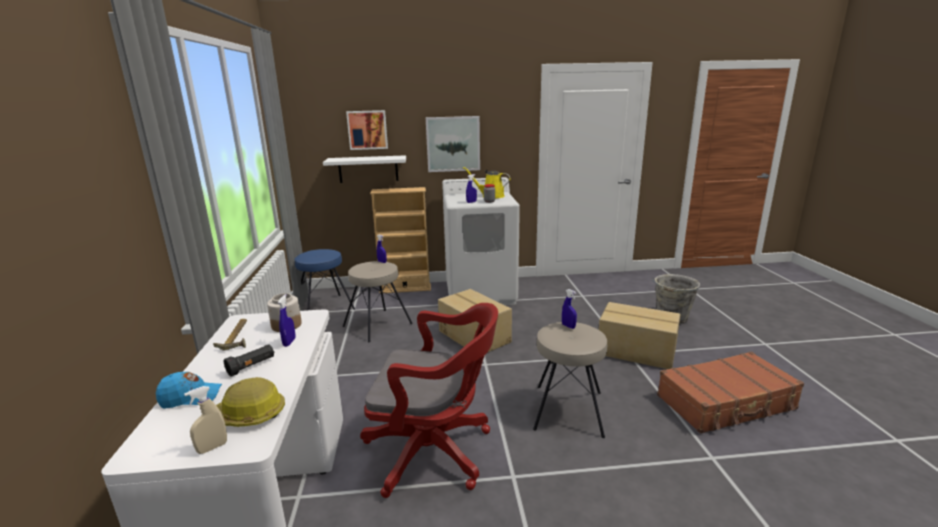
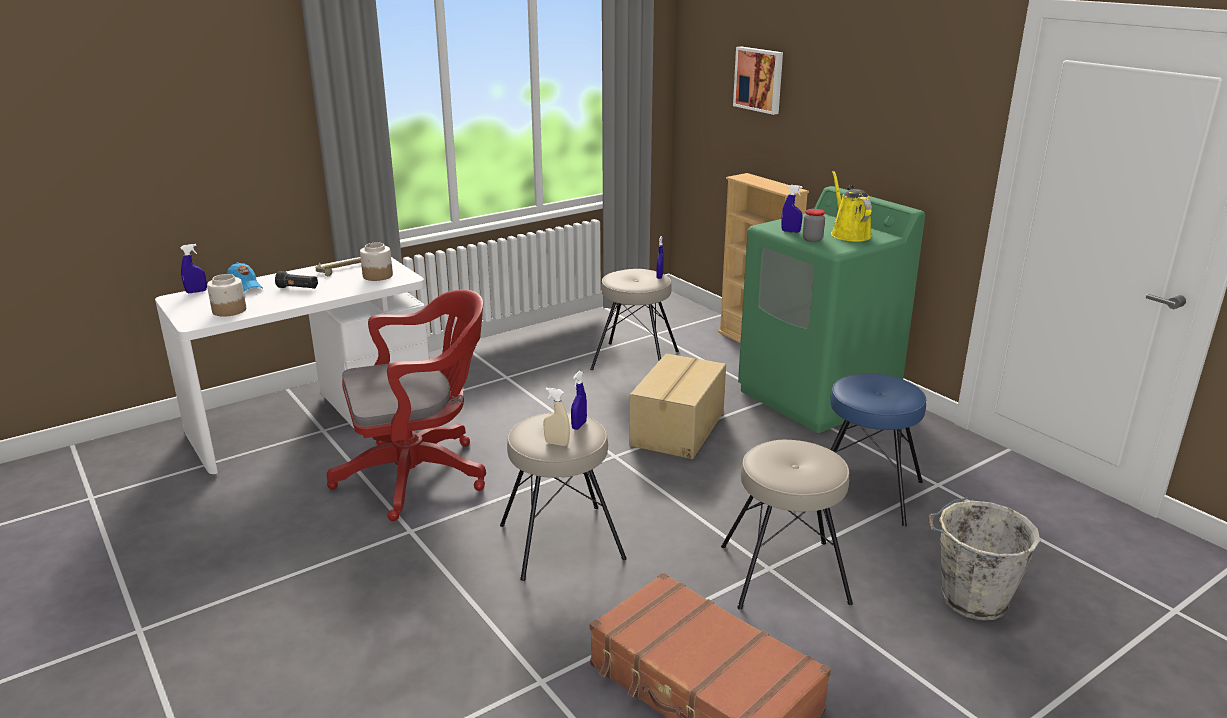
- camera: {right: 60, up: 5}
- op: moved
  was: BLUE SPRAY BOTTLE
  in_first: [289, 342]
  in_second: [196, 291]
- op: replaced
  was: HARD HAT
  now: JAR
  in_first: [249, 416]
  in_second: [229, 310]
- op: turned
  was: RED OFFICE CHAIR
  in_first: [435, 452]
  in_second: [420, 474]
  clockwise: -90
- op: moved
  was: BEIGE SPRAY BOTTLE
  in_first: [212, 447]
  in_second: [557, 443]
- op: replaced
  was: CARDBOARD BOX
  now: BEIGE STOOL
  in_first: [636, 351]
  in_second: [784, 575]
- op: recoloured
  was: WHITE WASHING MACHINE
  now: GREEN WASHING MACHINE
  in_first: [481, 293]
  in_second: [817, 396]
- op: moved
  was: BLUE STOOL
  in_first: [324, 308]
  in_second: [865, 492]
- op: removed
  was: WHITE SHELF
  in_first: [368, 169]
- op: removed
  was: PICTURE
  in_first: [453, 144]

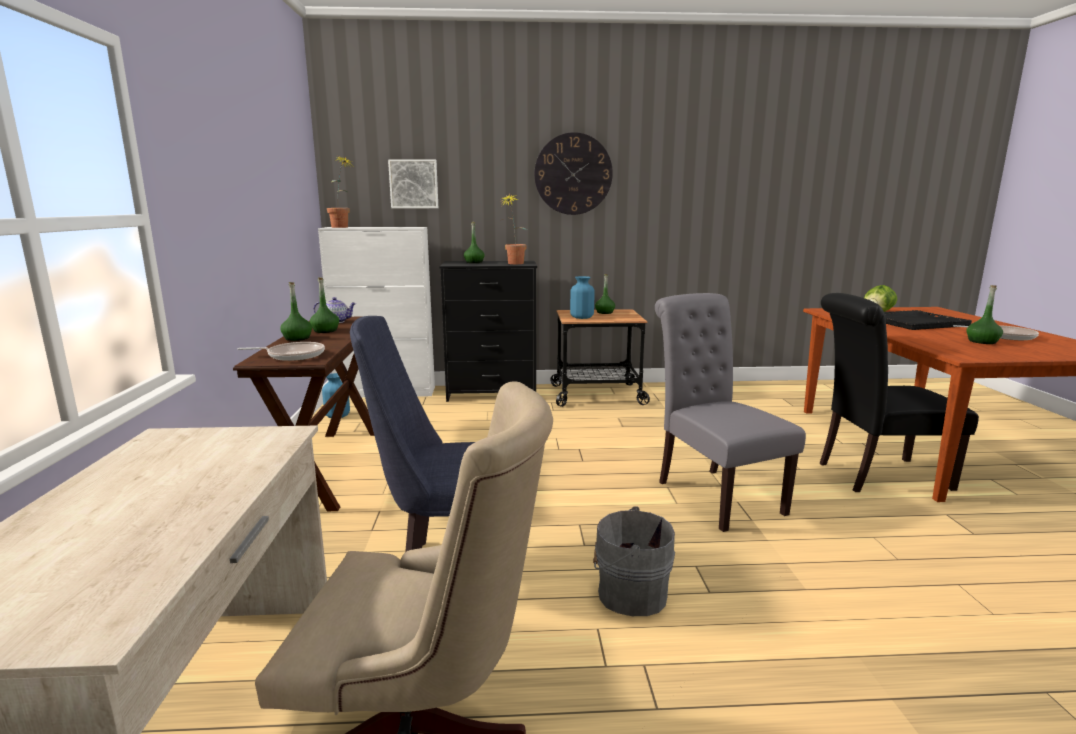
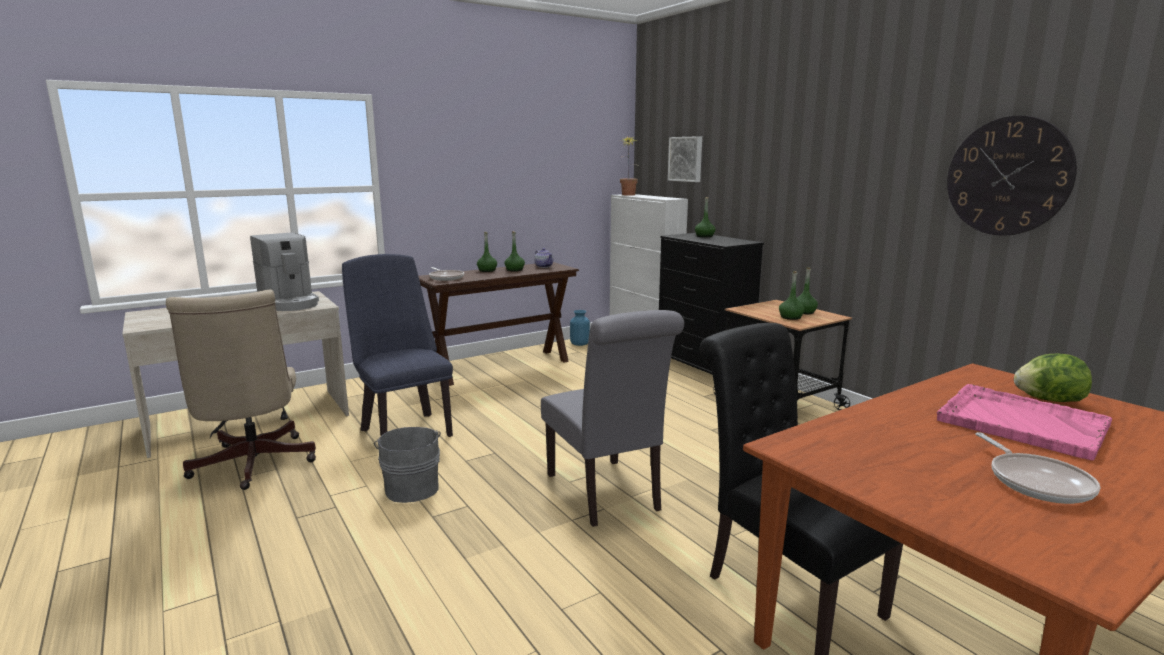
- camera: {right: 60, up: 0}
- op: added
  now: COFFEE MACHINE
  in_second: [290, 303]
- op: turned
  was: GREY CHAIR
  in_first: [713, 494]
  in_second: [606, 495]
  clockwise: 120
- op: moved
  was: GREEN BOTTLE
  in_first: [982, 341]
  in_second: [791, 317]
- op: recoloured
  was: BLACK TRAY
  now: PINK TRAY
  in_first: [914, 322]
  in_second: [1020, 422]
- op: moved
  was: WALL CLOCK
  in_first: [573, 174]
  in_second: [1008, 176]
- op: removed
  was: POTTED PLANT
  in_first: [513, 264]
- op: removed
  was: BLUE VASE
  in_first: [581, 317]

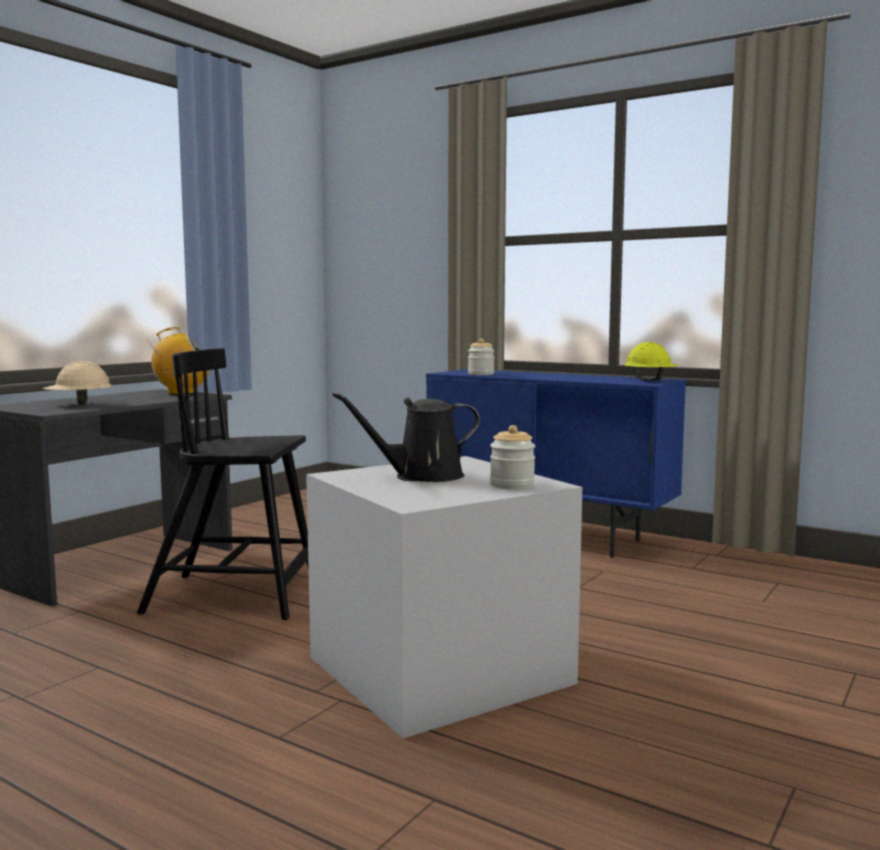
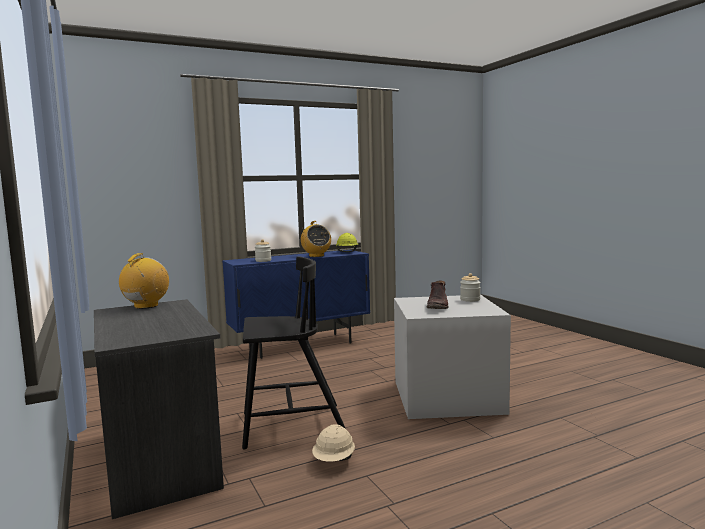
- camera: {right: -60, up: 0}
- op: turned
  was: BLACK CHAIR
  in_first: [236, 596]
  in_second: [290, 425]
  clockwise: -135
- op: added
  now: RADIO
  in_second: [316, 256]
- op: moved
  was: BEIGE HARD HAT
  in_first: [79, 404]
  in_second: [334, 461]
- op: replaced
  was: BLACK WATERING CAN
  now: BROWN BOOT
  in_first: [422, 476]
  in_second: [438, 306]

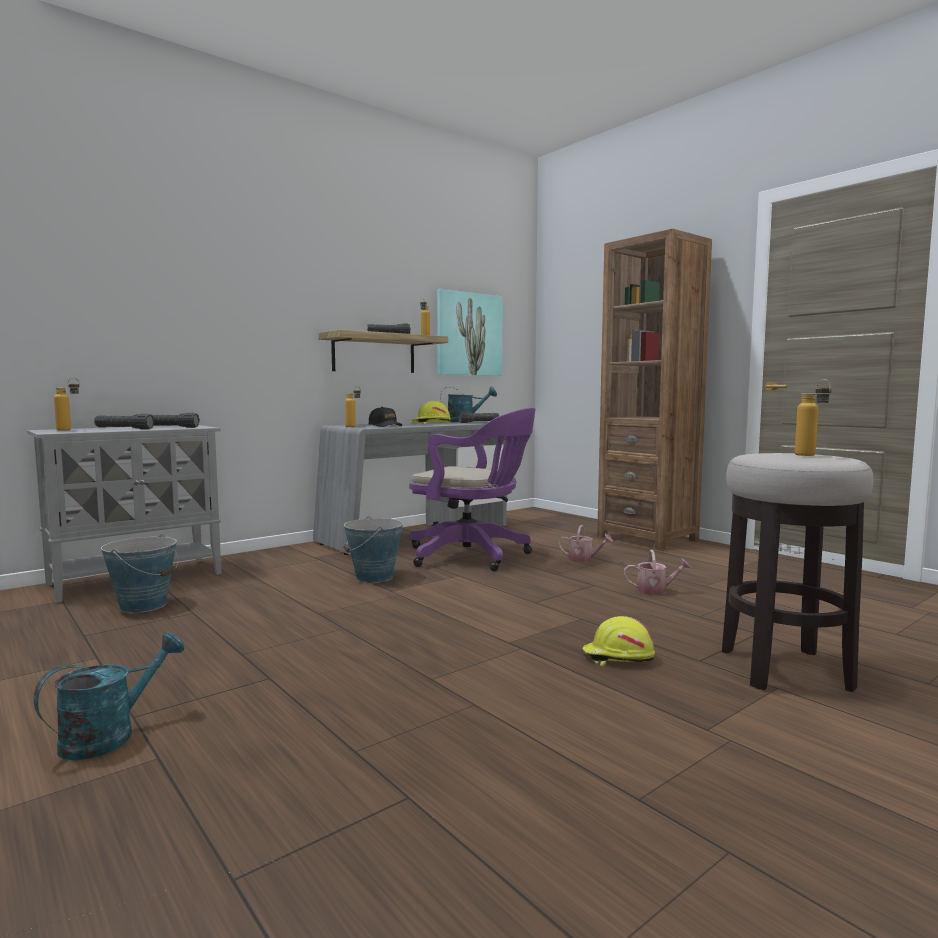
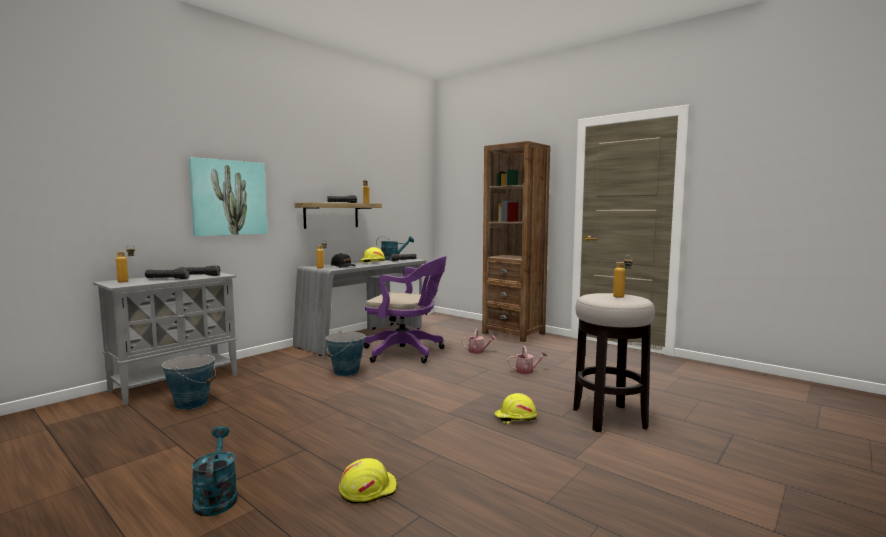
- camera: {right: -10, up: 0}
- op: moved
  was: PICTURE
  in_first: [469, 334]
  in_second: [229, 197]
- op: turned
  was: TURQUOISE WATERING CAN
  in_first: [110, 735]
  in_second: [216, 497]
  clockwise: -45
- op: added
  now: YELLOW HARD HAT
  in_second: [368, 489]

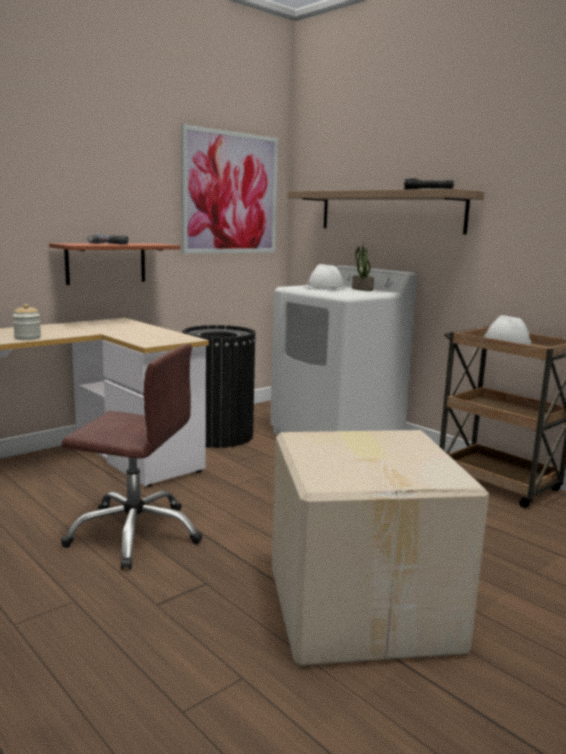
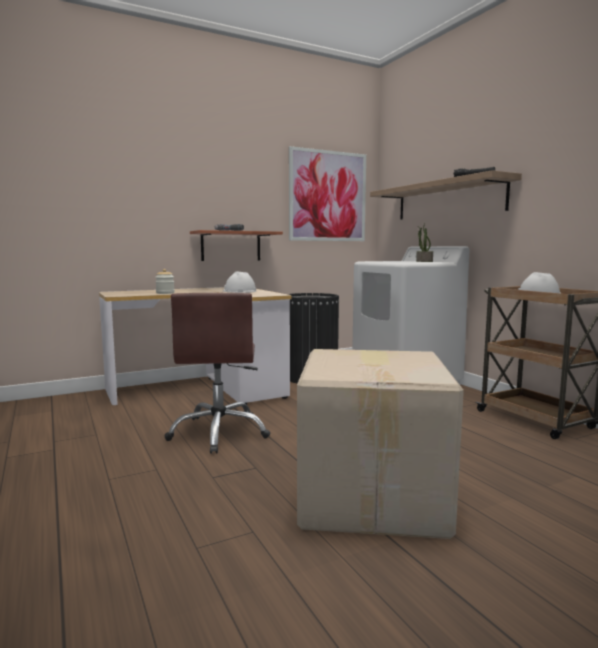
- camera: {right: 15, up: -5}
- op: turned
  was: BROWN OFFICE CHAIR
  in_first: [135, 533]
  in_second: [219, 432]
  clockwise: 60
- op: moved
  was: WHITE HARD HAT
  in_first: [324, 288]
  in_second: [239, 291]

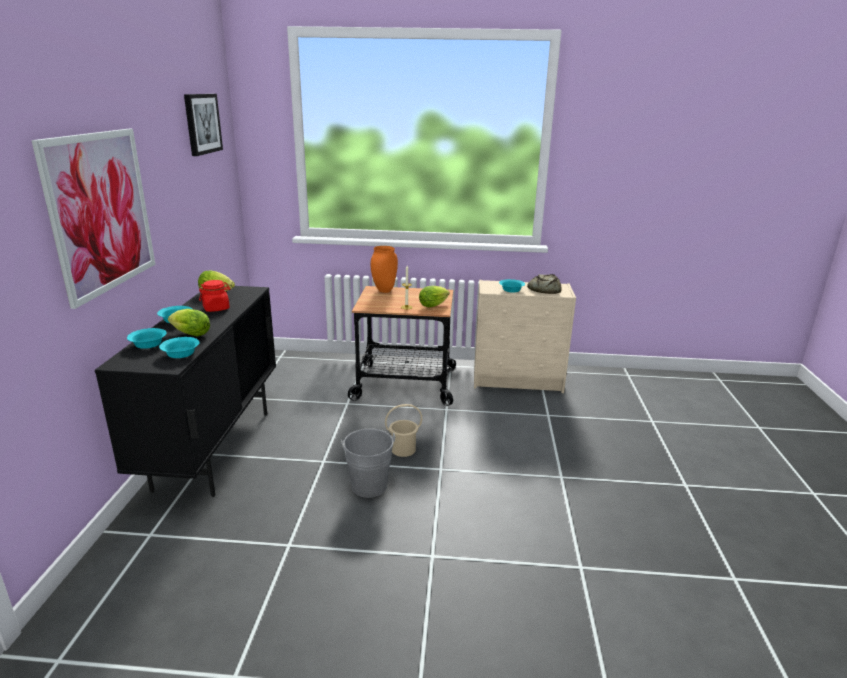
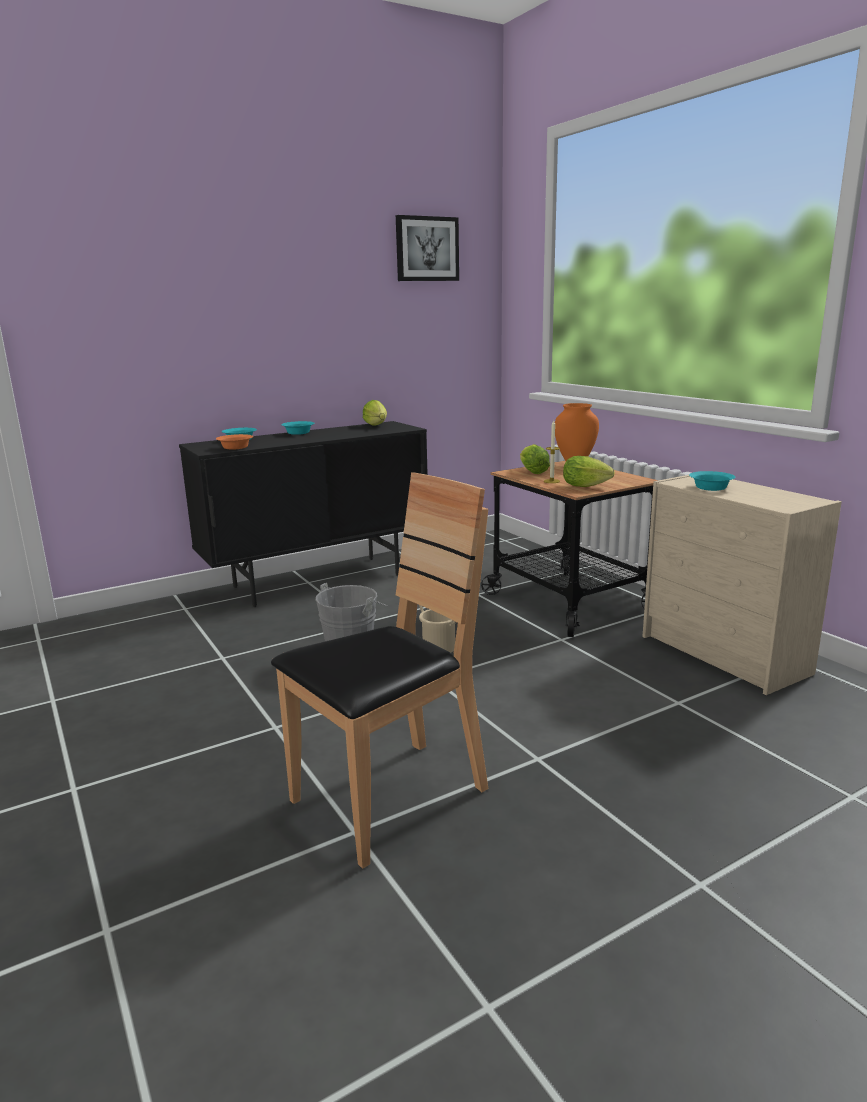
- camera: {right: 55, up: -5}
- op: recoloured
  was: TURQUOISE BOWL
  now: ORANGE BOWL
  in_first: [180, 354]
  in_second: [234, 448]
- op: added
  now: BROWN CHAIR
  in_second: [389, 798]
- op: moved
  was: LETTUCE
  in_first: [189, 334]
  in_second: [532, 472]
- op: removed
  was: PICTURE
  in_first: [101, 212]
- op: removed
  was: RED JAR
  in_first: [216, 308]
- op: removed
  was: BREAD
  in_first: [544, 289]

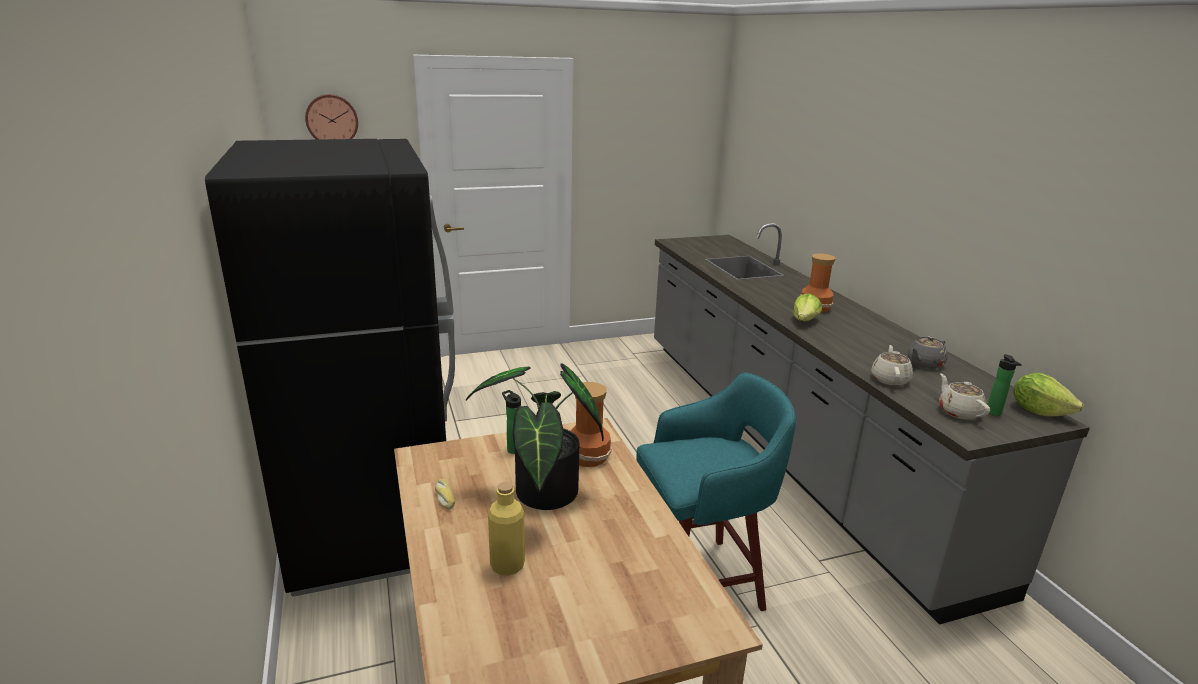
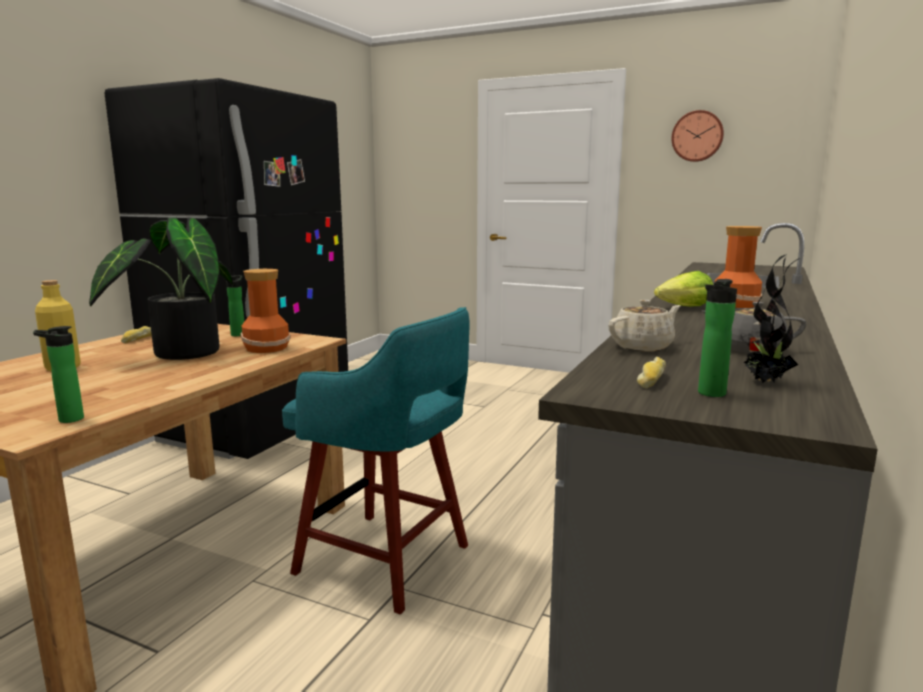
- camera: {right: 45, up: -10}
- op: added
  now: BOTTLE
  in_second: [67, 420]
- op: replaced
  was: BEIGE TEAPOT
  now: BREAD
  in_first: [958, 412]
  in_second: [650, 380]
- op: moved
  was: WALL CLOCK
  in_first: [332, 120]
  in_second: [697, 136]
- op: added
  now: POTTED PLANT
  in_second: [765, 382]
- op: removed
  was: LETTUCE
  in_first: [1038, 411]

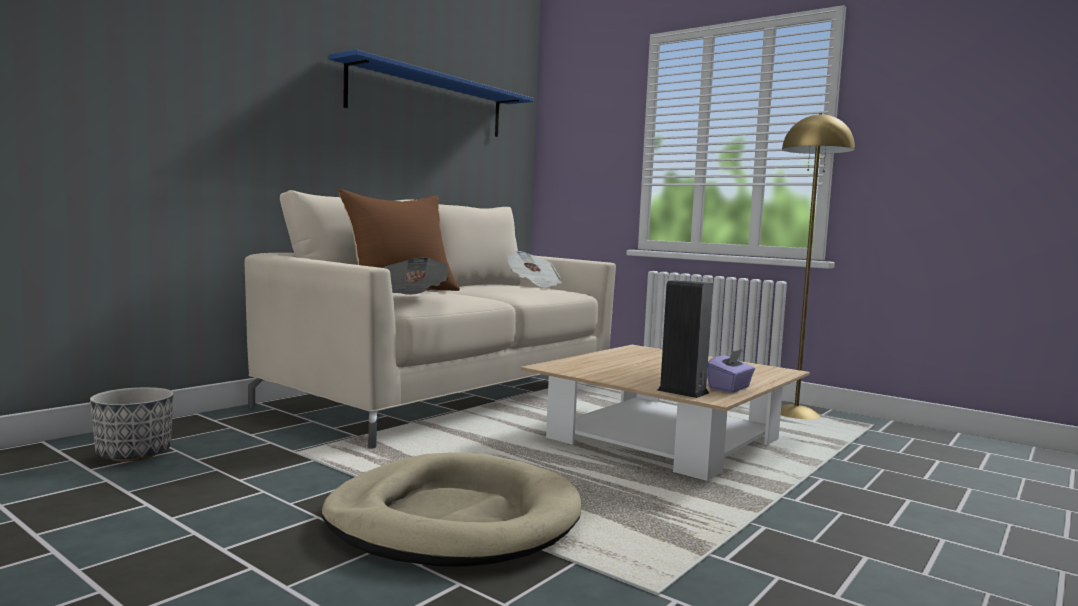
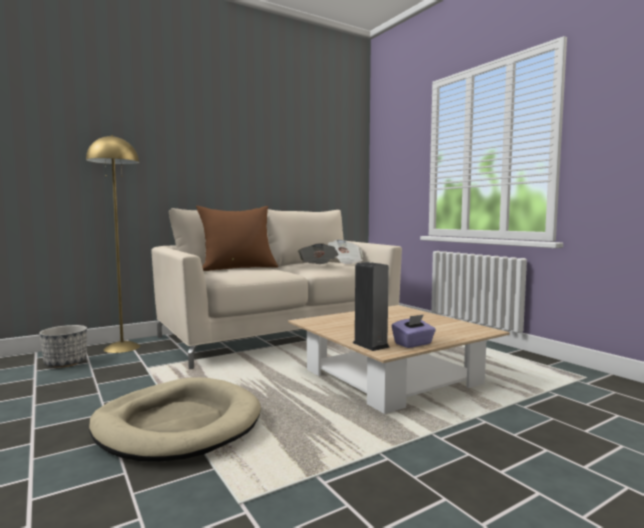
- camera: {right: 20, up: 0}
- op: moved
  was: YELLOW FLOOR LAMP
  in_first: [795, 414]
  in_second: [122, 347]
- op: moved
  was: NEWSPAPER
  in_first: [412, 298]
  in_second: [318, 266]
- op: removed
  was: BLUE SHELF
  in_first: [429, 102]

